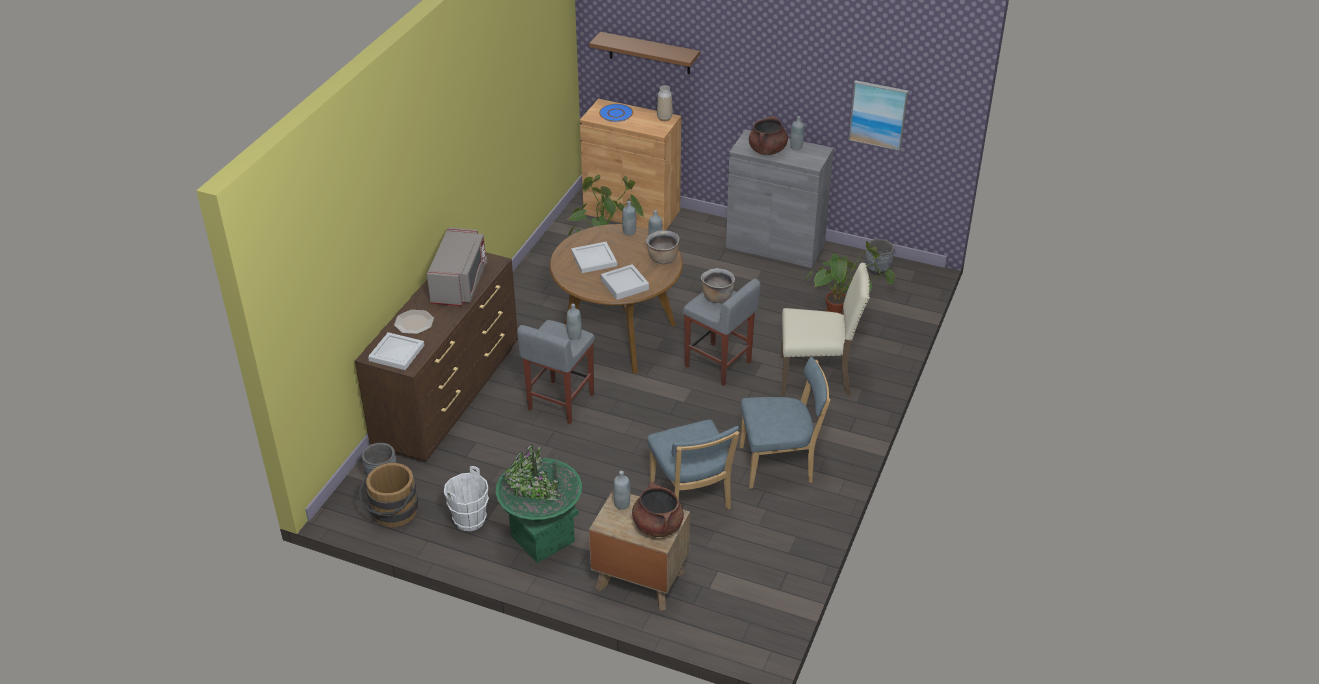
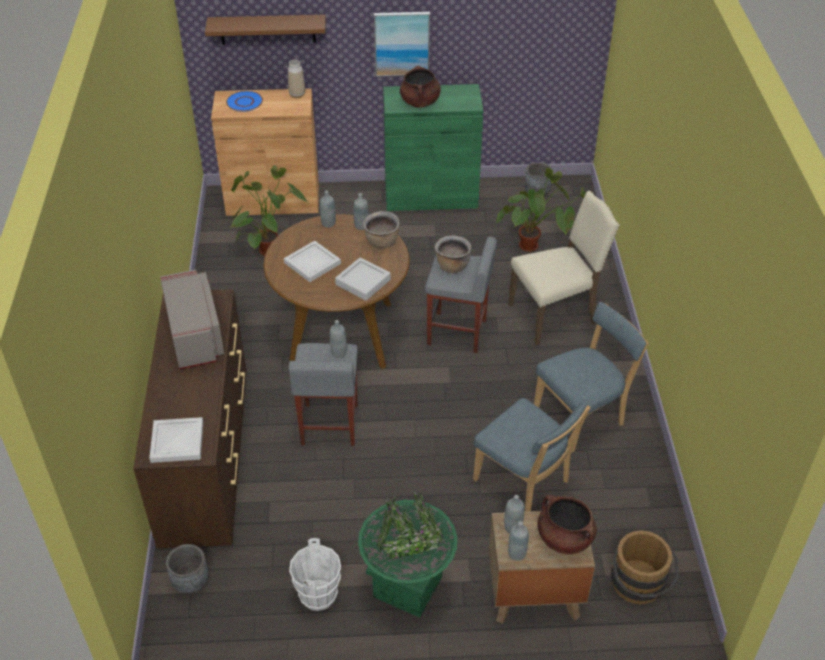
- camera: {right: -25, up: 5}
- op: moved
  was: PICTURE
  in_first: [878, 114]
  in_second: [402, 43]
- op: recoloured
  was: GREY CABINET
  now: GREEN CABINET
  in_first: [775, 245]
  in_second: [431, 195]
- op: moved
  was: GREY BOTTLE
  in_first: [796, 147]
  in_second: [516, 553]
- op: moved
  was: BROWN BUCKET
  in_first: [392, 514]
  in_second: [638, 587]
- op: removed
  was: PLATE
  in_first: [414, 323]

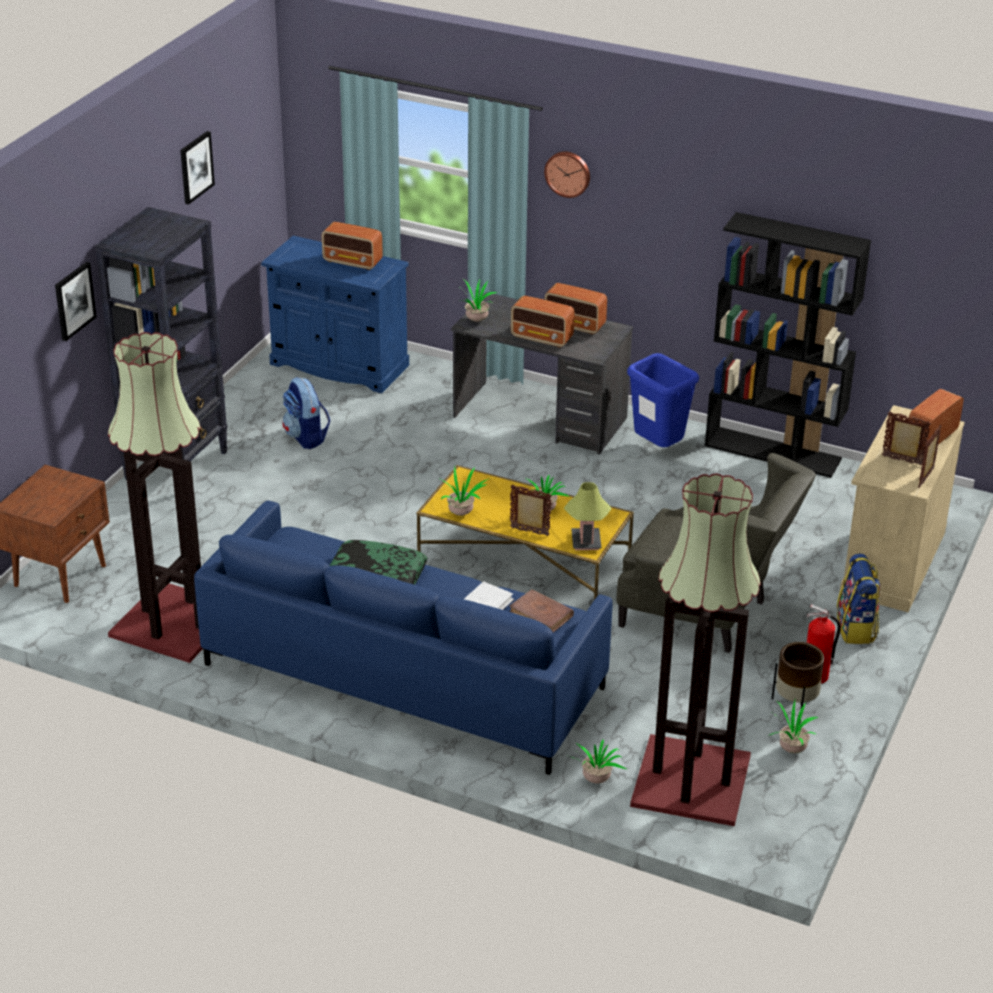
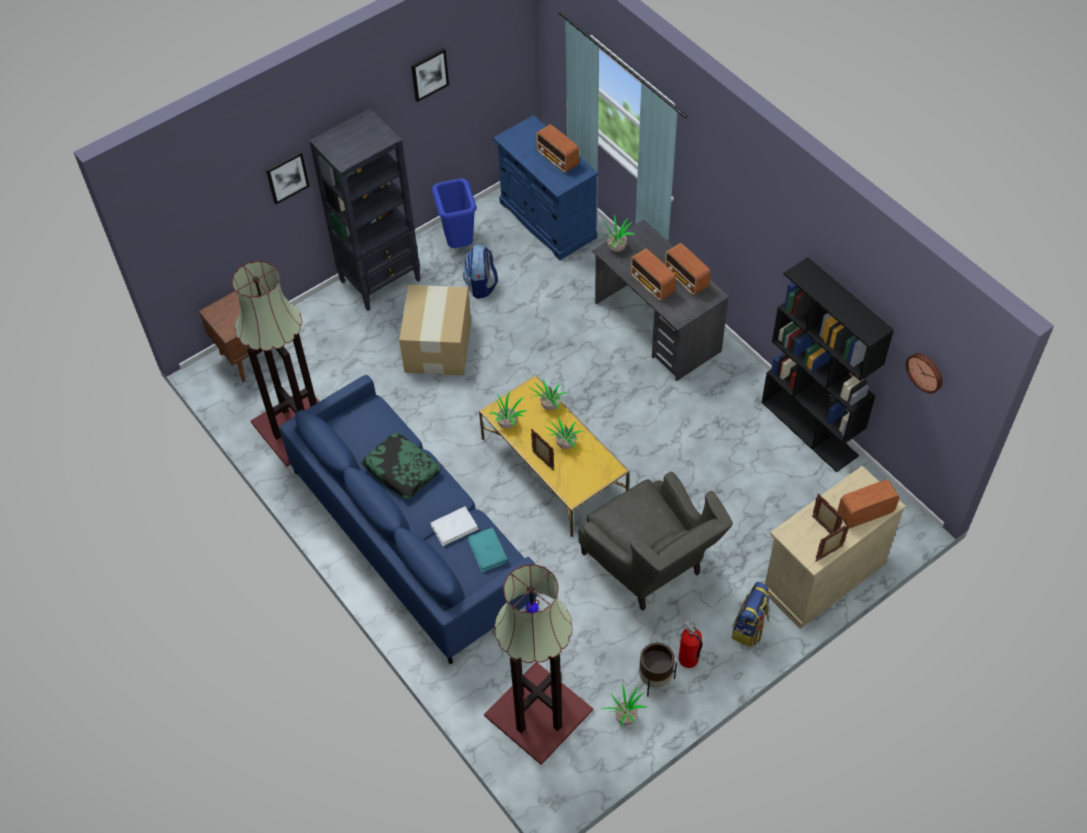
- camera: {right: 30, up: 20}
- op: added
  now: CARDBOARD BOX
  in_second: [437, 347]
- op: moved
  was: BLUE TRASH CAN
  in_first: [658, 449]
  in_second: [459, 244]
- op: recoloured
  was: BROWN BOOK
  now: TURQUOISE BOOK
  in_first: [541, 614]
  in_second: [487, 551]
- op: moved
  was: POTTED PLANT
  in_first: [595, 781]
  in_second: [549, 407]
- op: moved
  was: WALL CLOCK
  in_first: [568, 173]
  in_second: [925, 371]
- op: removed
  was: TABLE LAMP
  in_first: [586, 541]

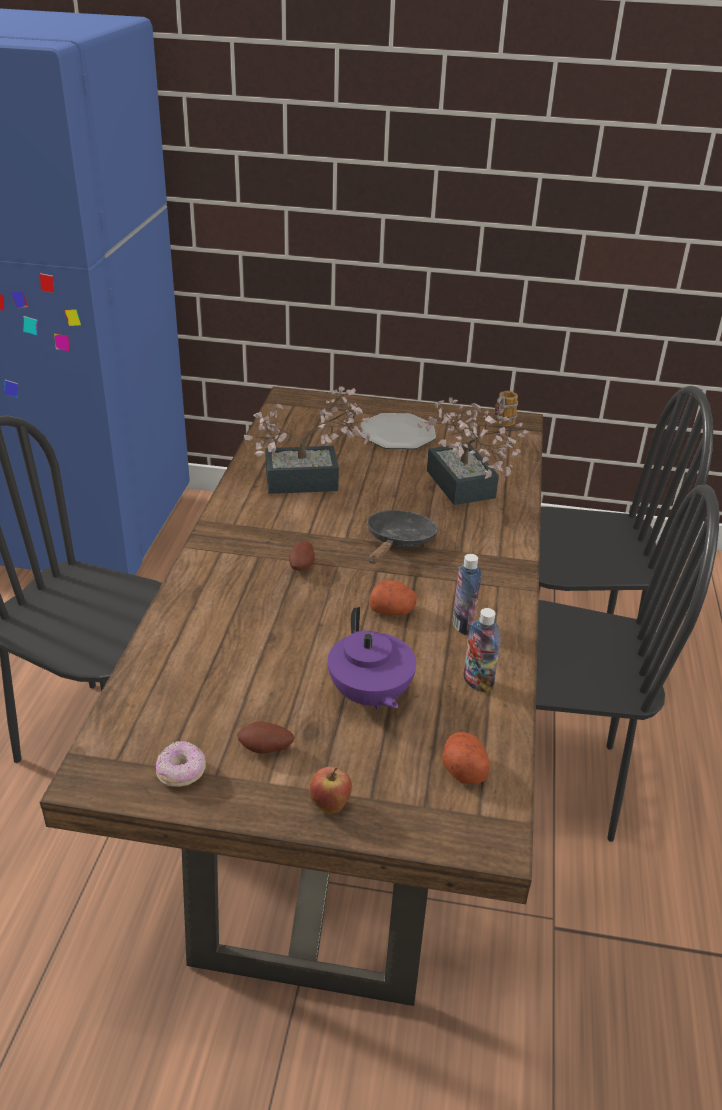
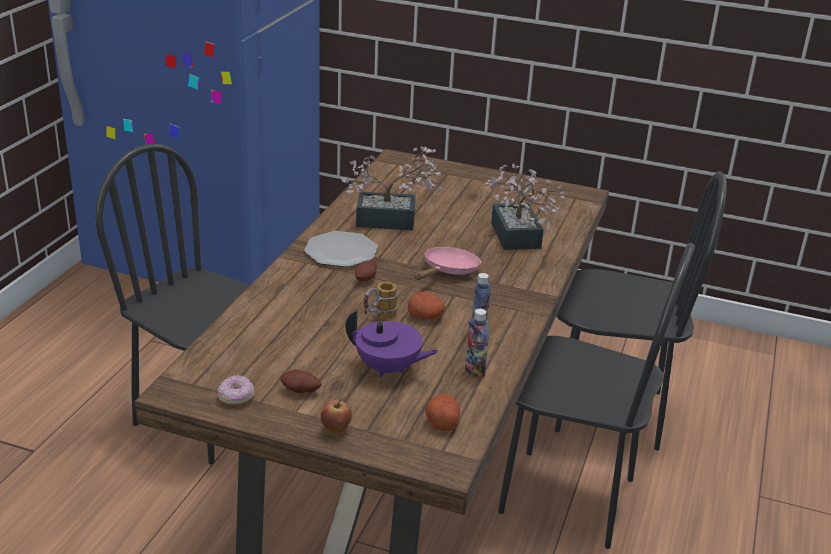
- camera: {right: 10, up: -5}
- op: moved
  was: PLATE
  in_first: [397, 434]
  in_second: [341, 251]
- op: turned
  was: PURPLE TEAPOT
  in_first: [369, 696]
  in_second: [388, 369]
  clockwise: -60
- op: moved
  was: MUG
  in_first: [501, 425]
  in_second: [378, 317]
- op: recoloured
  was: BLACK FRYING PAN
  now: PINK FRYING PAN
  in_first: [398, 542]
  in_second: [448, 271]

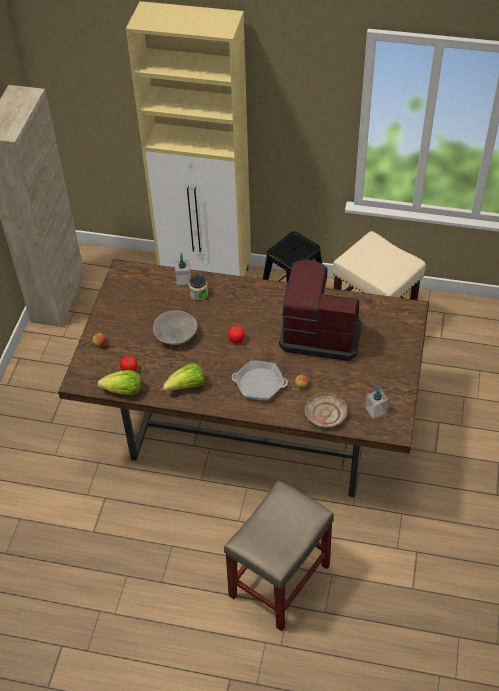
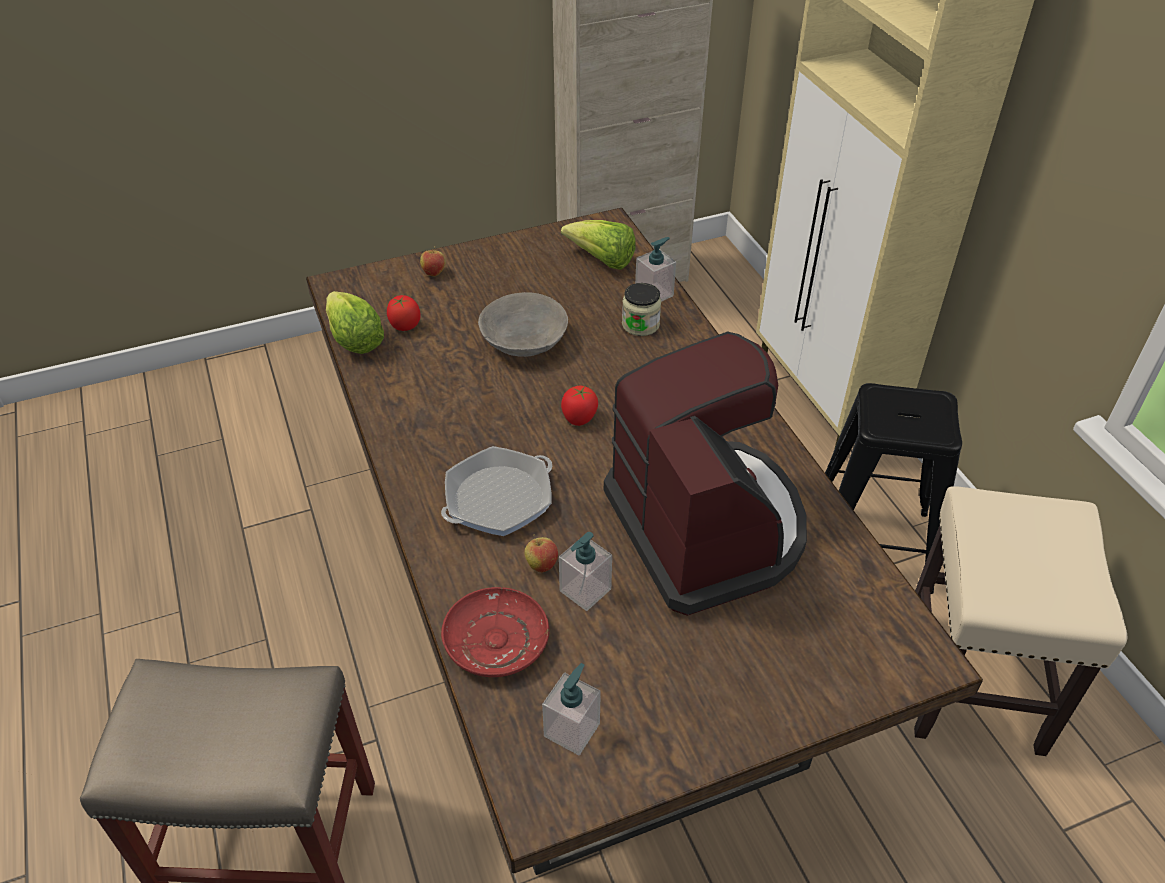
- camera: {right: 55, up: -5}
- op: turned
  was: FRYING PAN
  in_first: [259, 384]
  in_second: [498, 499]
  clockwise: -105
- op: recoloured
  was: BEIGE PLATE
  now: RED PLATE
  in_first: [325, 414]
  in_second: [496, 641]
- op: added
  now: SOAP DISPENSER
  in_second: [585, 590]
- op: moved
  was: LETTUCE
  in_first: [187, 386]
  in_second: [602, 260]

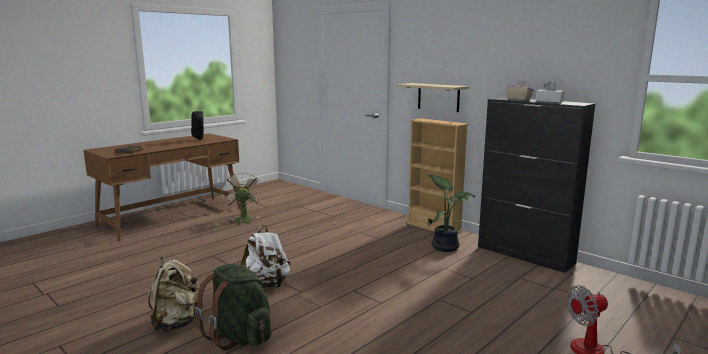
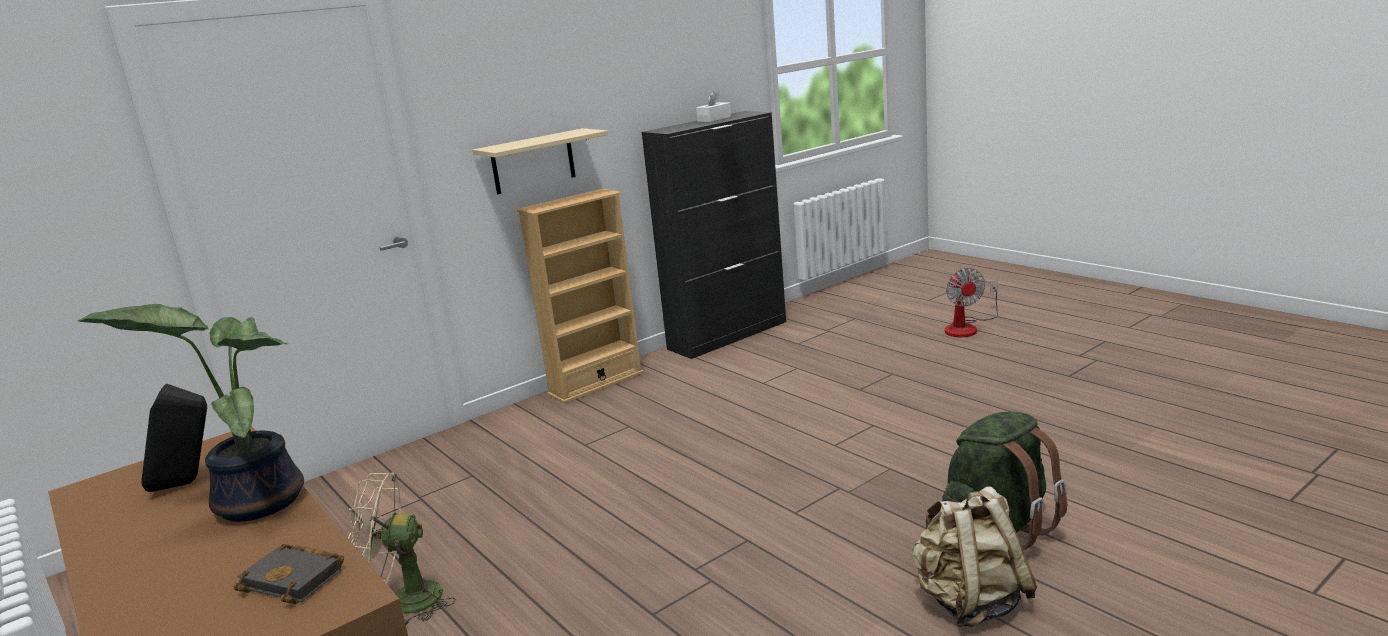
- camera: {right: -80, up: 5}
- op: moved
  was: POTTED PLANT
  in_first: [445, 246]
  in_second: [256, 501]
- op: removed
  was: WHITE BACKPACK
  in_first: [266, 285]
- op: removed
  was: BEIGE TISSUE BOX
  in_first: [518, 99]

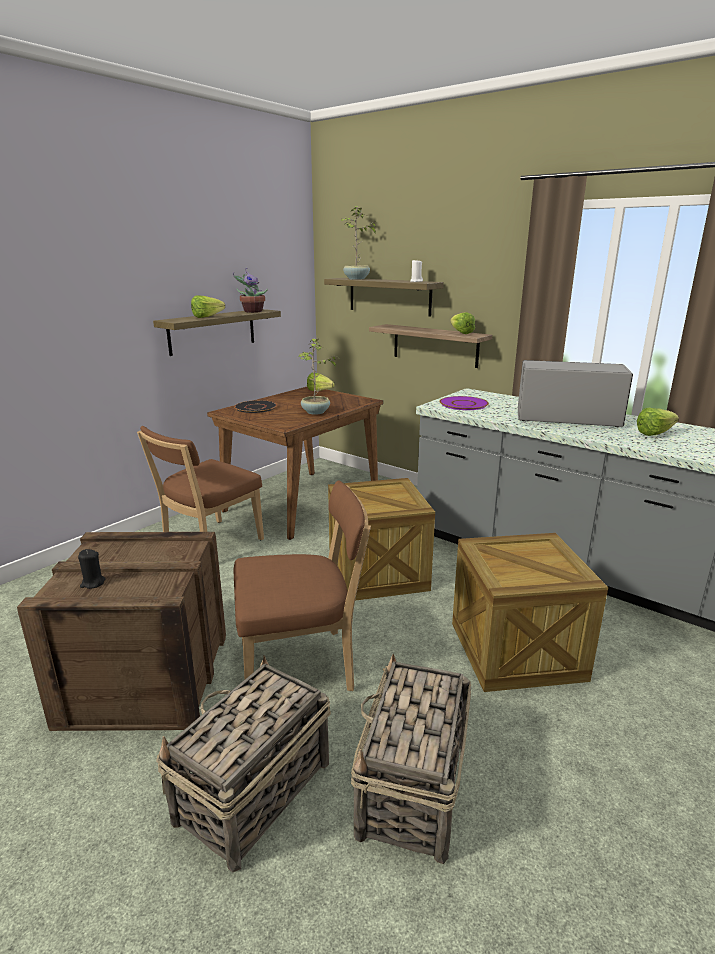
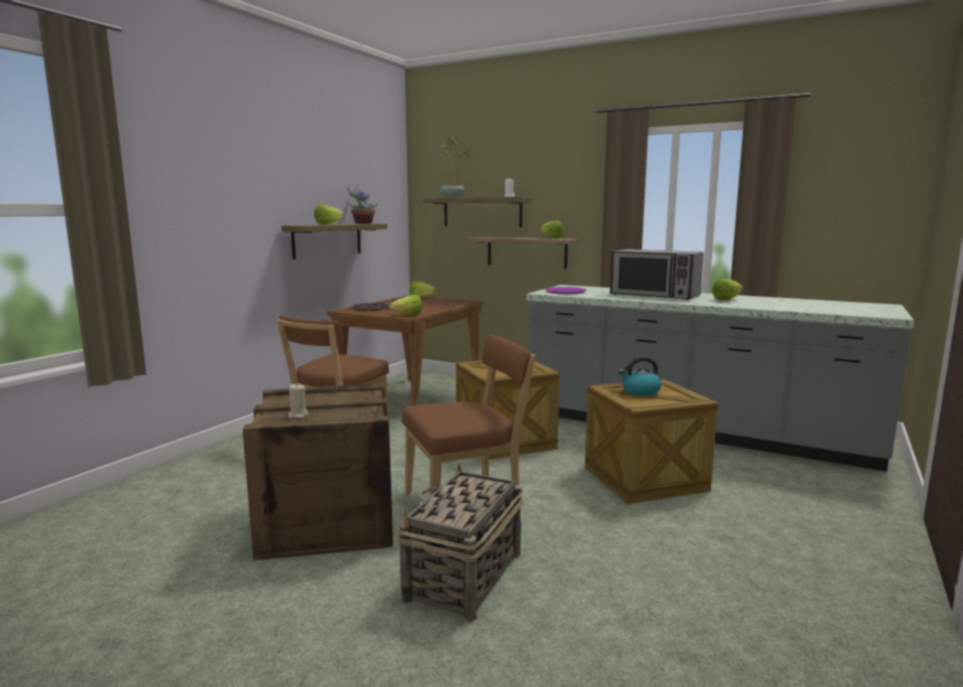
- camera: {right: -10, up: -10}
- op: recoloured
  was: BLACK CANDLE
  now: BEIGE CANDLE
  in_first: [93, 583]
  in_second: [298, 415]
- op: added
  now: LETTUCE
  in_second: [405, 315]
- op: turned
  was: MICROWAVE
  in_first: [567, 418]
  in_second: [654, 295]
  clockwise: -150
- op: added
  now: KETTLE
  in_second: [640, 392]
- op: removed
  was: POTTED PLANT
  in_first: [315, 412]
- op: removed
  was: BASKET
  in_first: [412, 788]

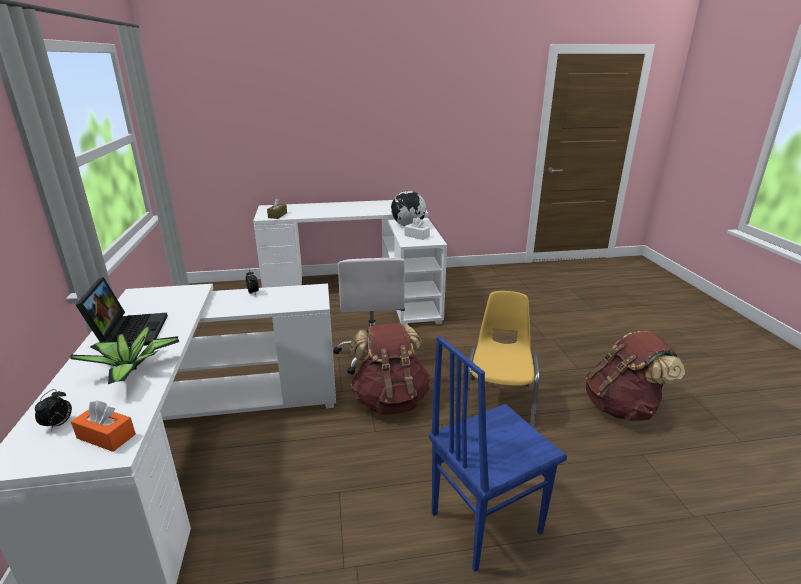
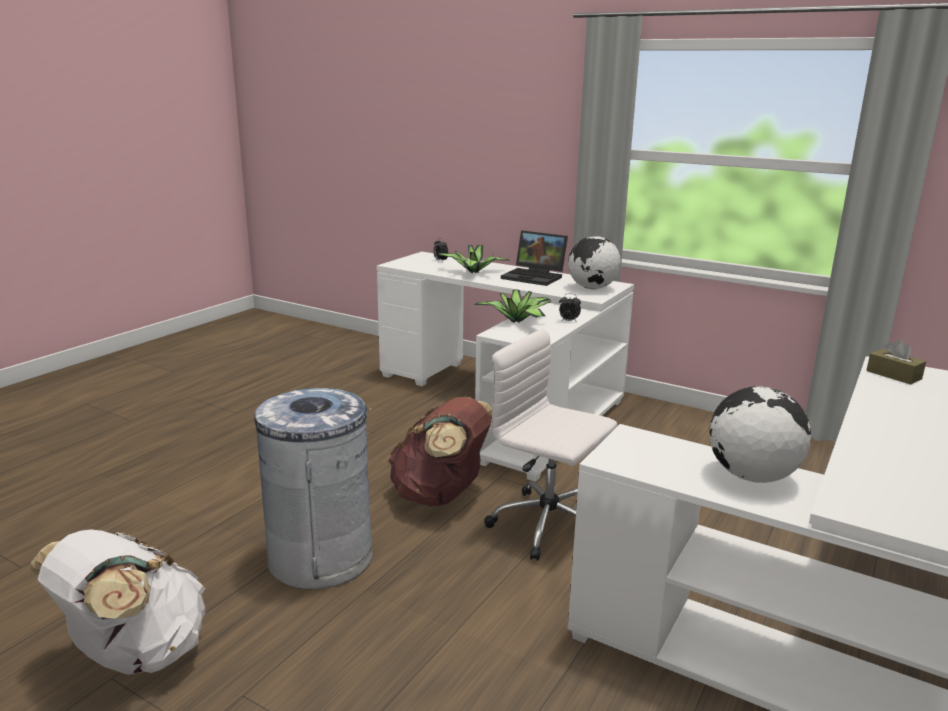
- camera: {right: 130, up: -5}
- op: recoloured
  was: BROWN BACKPACK
  now: WHITE BACKPACK
  in_first: [622, 407]
  in_second: [135, 654]
- op: replaced
  was: YELLOW CHAIR
  now: GREY TRASH CAN
  in_first: [499, 404]
  in_second: [321, 557]
- op: added
  now: POTTED PLANT
  in_second: [517, 321]
- op: added
  now: GLOBE
  in_second: [592, 288]
- op: removed
  was: ORANGE TISSUE BOX
  in_first: [106, 436]
- op: removed
  was: WHITE TISSUE BOX
  in_first: [416, 236]
- op: removed
  was: BLUE CHAIR
  in_first: [484, 522]

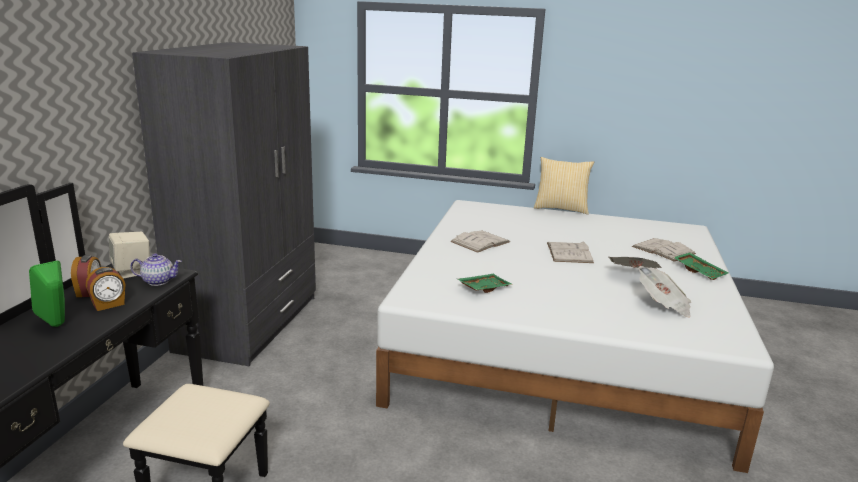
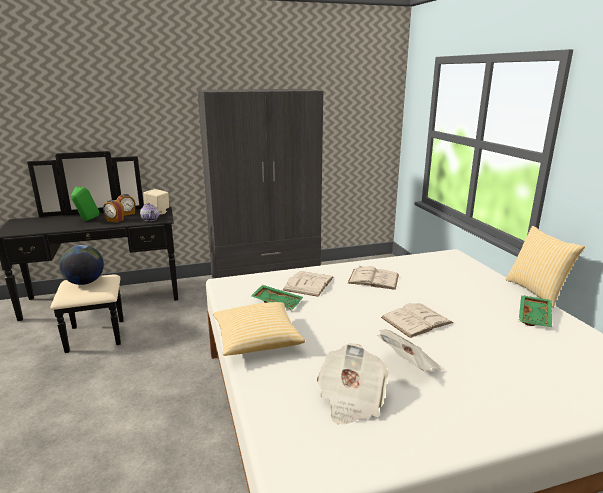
- camera: {right: 60, up: 0}
- op: added
  now: GLOBE
  in_second: [85, 282]
- op: added
  now: PILLOW
  in_second: [257, 341]
- op: moved
  was: WHITE BOOK
  in_first: [663, 250]
  in_second: [308, 283]
- op: moved
  was: GREEN TRAY
  in_first: [699, 271]
  in_second: [535, 317]

